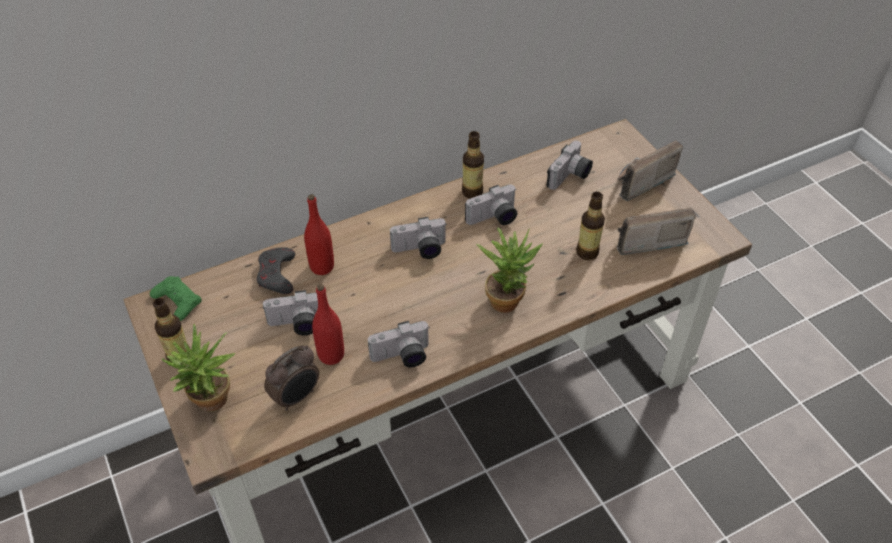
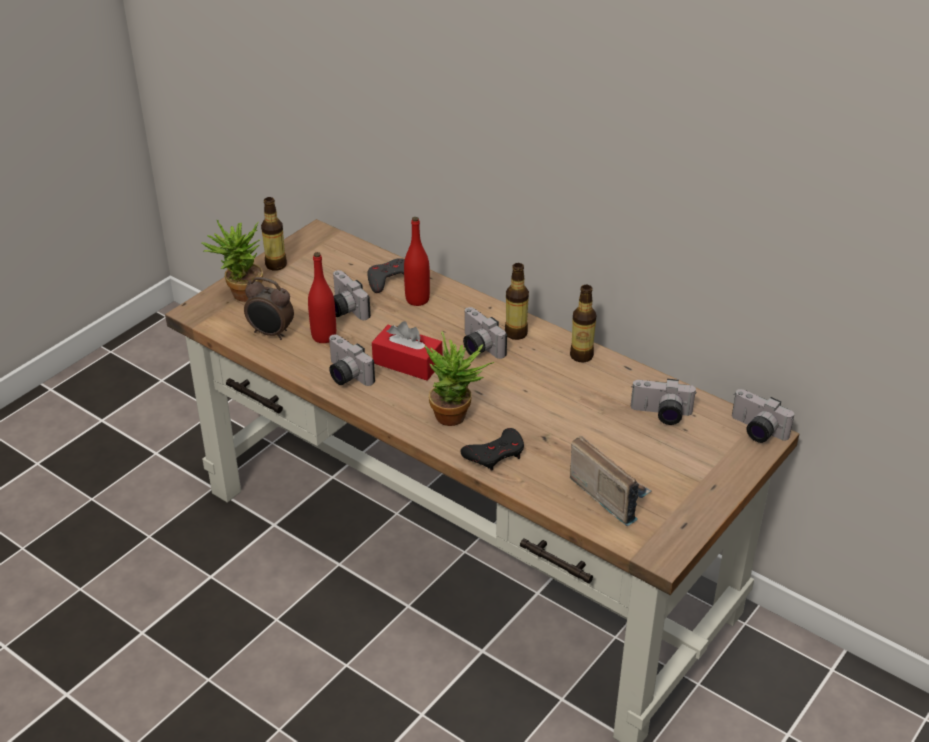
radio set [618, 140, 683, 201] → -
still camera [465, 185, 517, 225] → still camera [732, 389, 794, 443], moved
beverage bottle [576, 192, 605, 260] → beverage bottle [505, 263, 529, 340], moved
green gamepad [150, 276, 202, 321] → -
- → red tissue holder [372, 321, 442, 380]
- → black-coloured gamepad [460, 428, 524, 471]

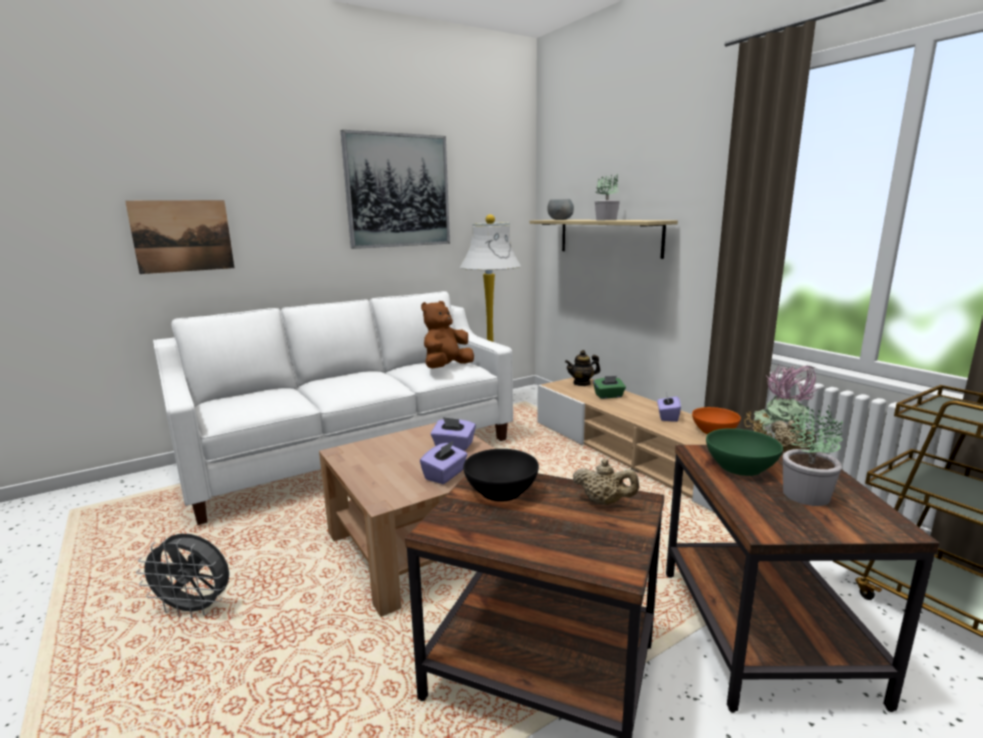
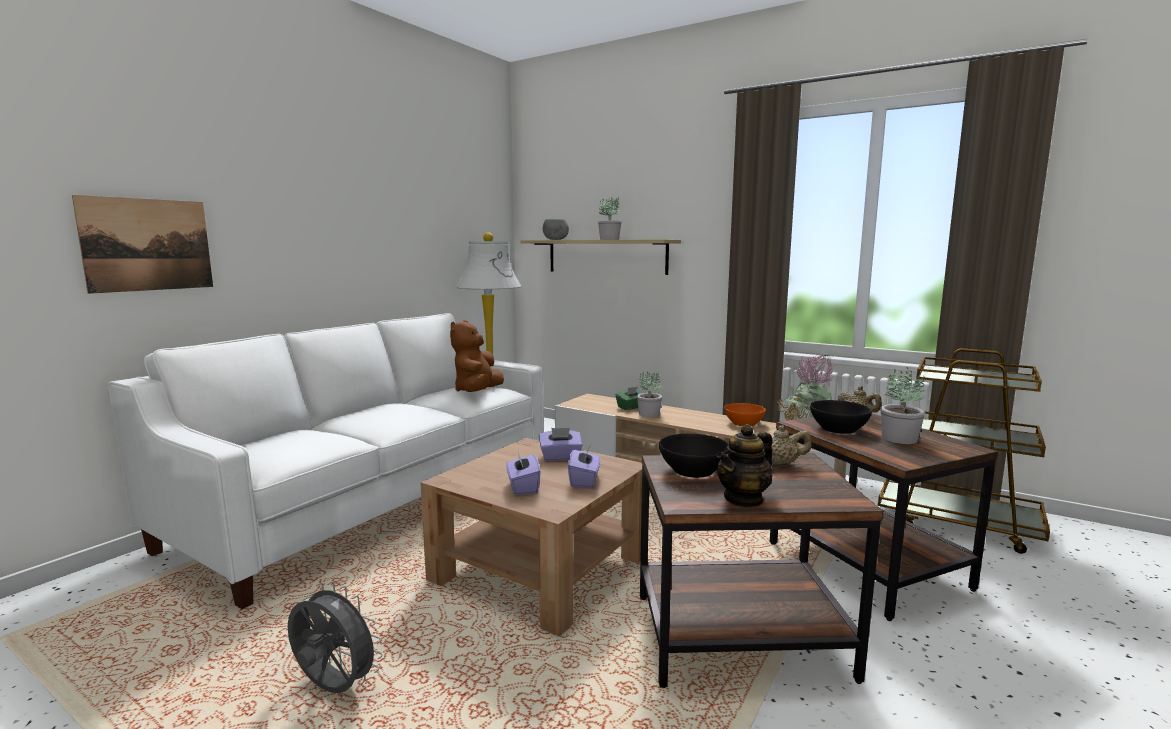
picture [341, 130, 450, 249] → -
teapot [565, 350, 600, 386] → teapot [716, 424, 773, 508], moved
purplish tissue holder [657, 392, 681, 422] → purplish tissue holder [506, 450, 541, 495], moved
green bowl [706, 428, 783, 476] → black-coloured bowl [810, 400, 872, 434]
gray electric fan [136, 533, 229, 618] → gray electric fan [288, 582, 383, 693], 135 degrees counterclockwise
- → potted plant [637, 372, 662, 417]

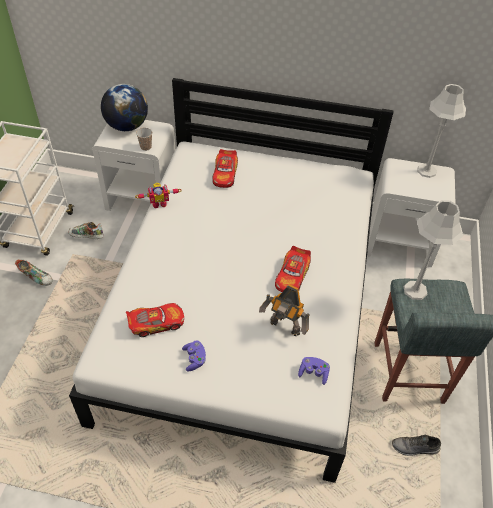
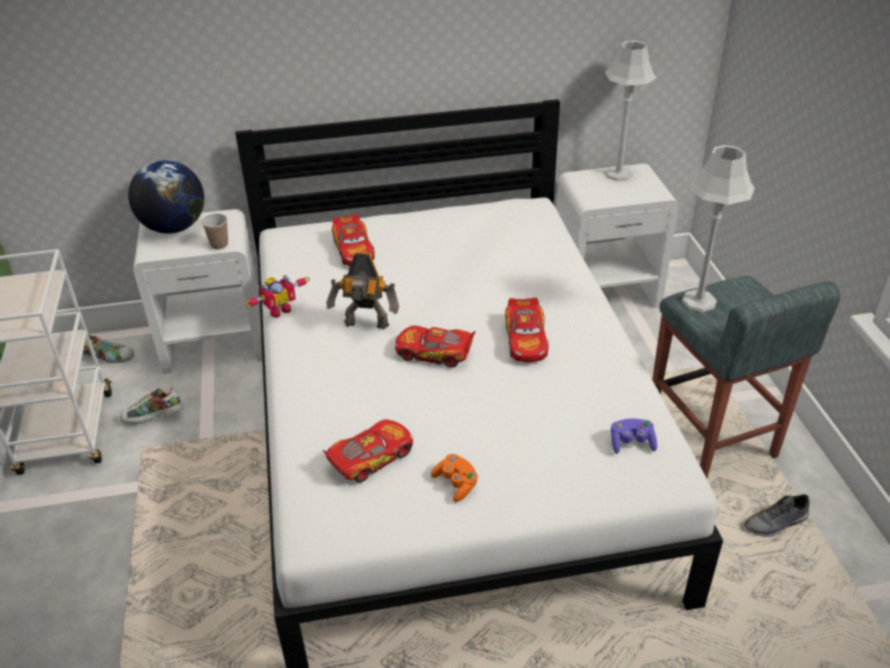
shoe [15, 259, 53, 286] → shoe [83, 335, 134, 363], moved
toy robot [259, 284, 310, 336] → toy robot [326, 252, 399, 329], moved
purplish gamepad [182, 340, 206, 371] → orange-coloured gamepad [431, 454, 478, 502]
- → model car [395, 326, 476, 368]

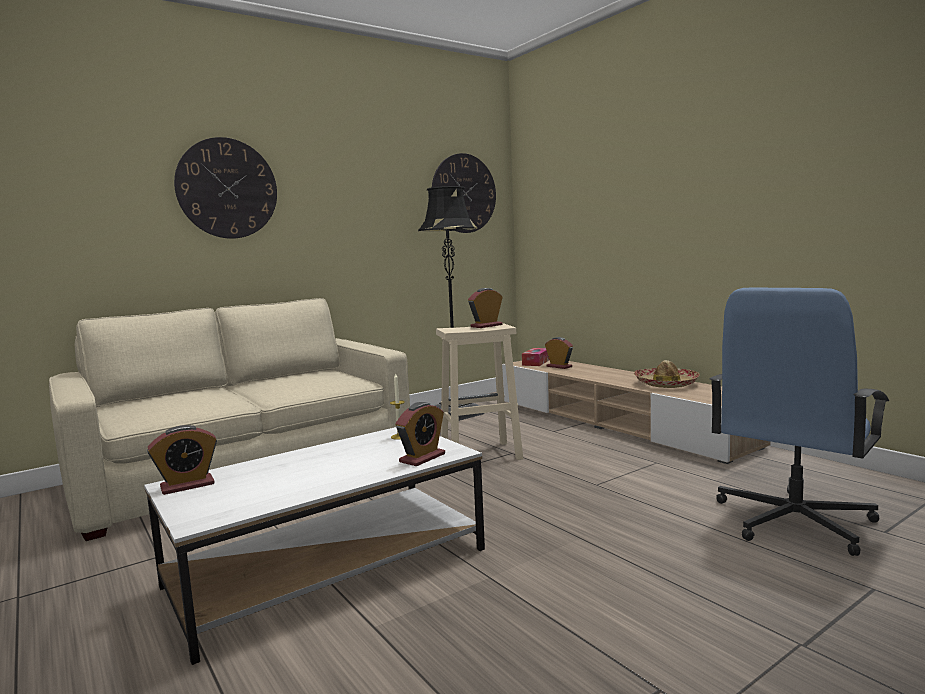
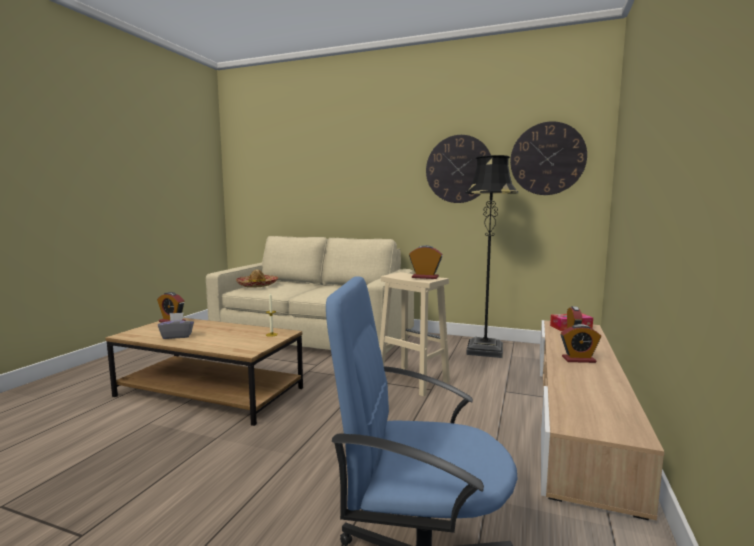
hanging clock [174, 137, 277, 239] → hanging clock [426, 135, 491, 203], moved
clothing hat [634, 360, 700, 388] → clothing hat [236, 269, 278, 288], moved
table clock [396, 402, 445, 466] → table clock [561, 324, 601, 363], moved
whitish lounge table [144, 427, 485, 665] → brown-coloured lounge table [105, 318, 303, 426]
- → gray tissue holder [158, 313, 194, 339]

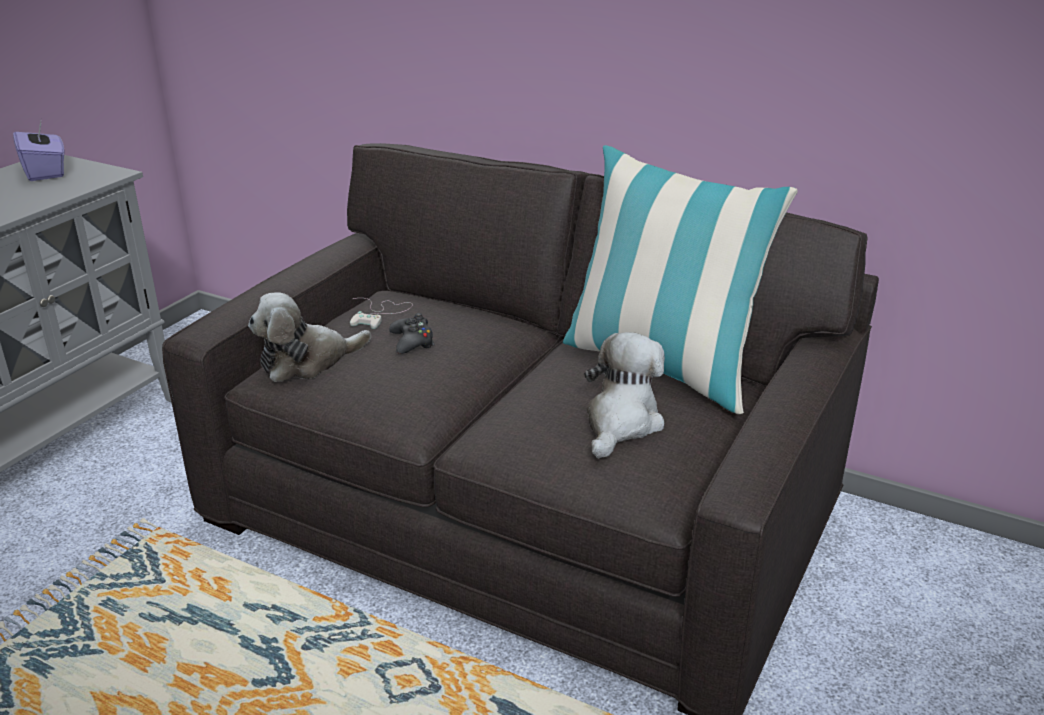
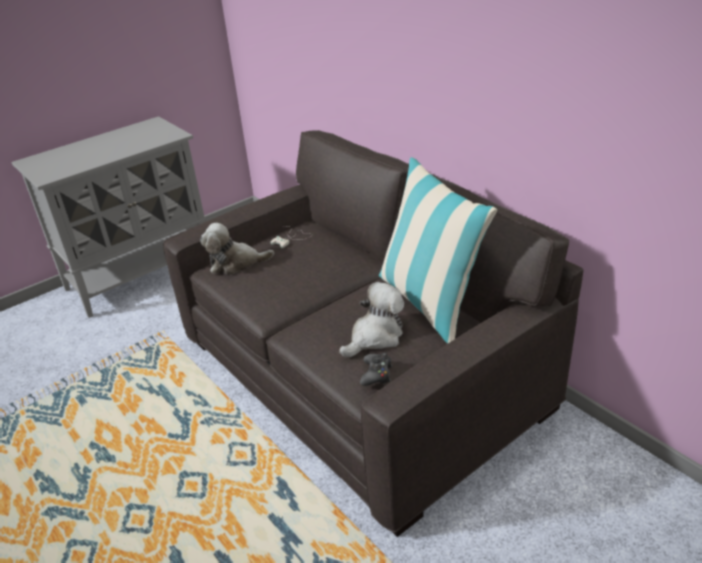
purplish tissue holder [13, 121, 65, 181] → -
black-coloured gamepad [389, 313, 435, 354] → black-coloured gamepad [360, 353, 392, 386], moved

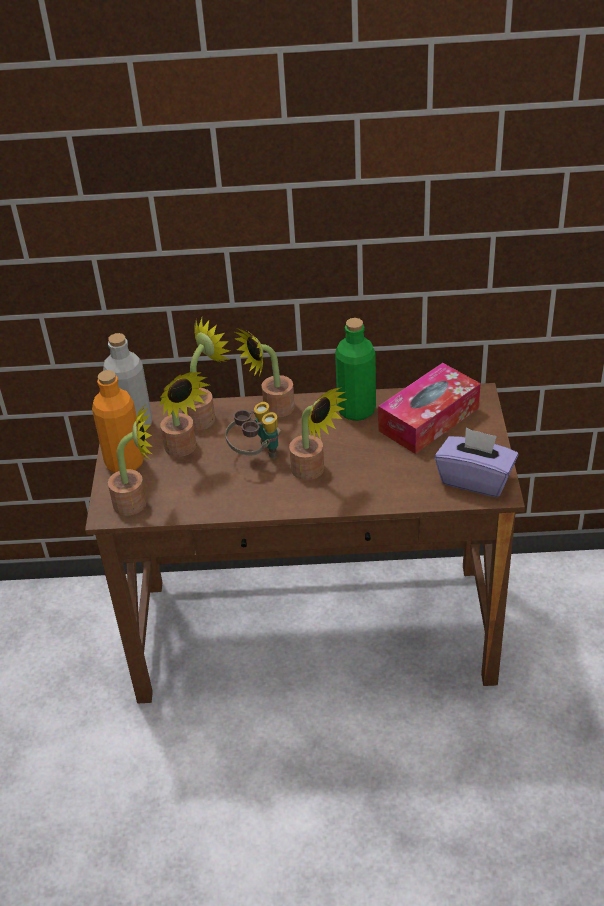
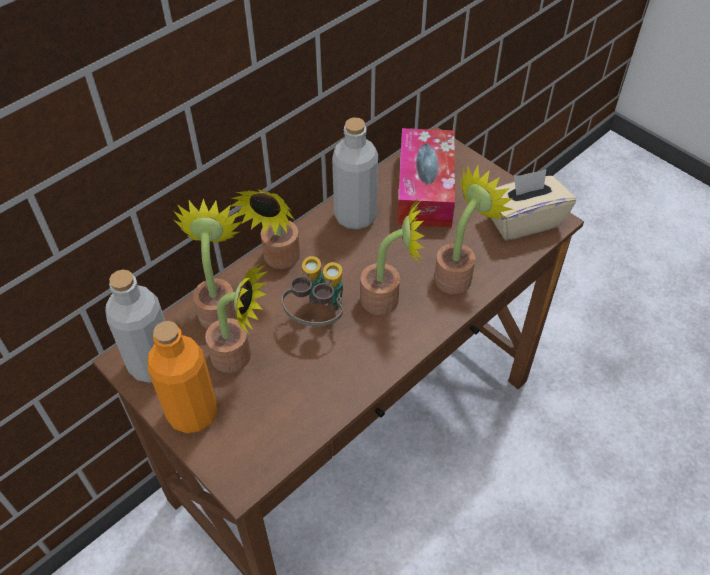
green beverage bottle [335, 318, 376, 421] → gray beverage bottle [332, 118, 378, 229]
potted plant [108, 406, 153, 515] → potted plant [434, 166, 513, 294], moved
purplish tissue holder [435, 427, 519, 497] → sand-coloured tissue holder [491, 169, 576, 241]

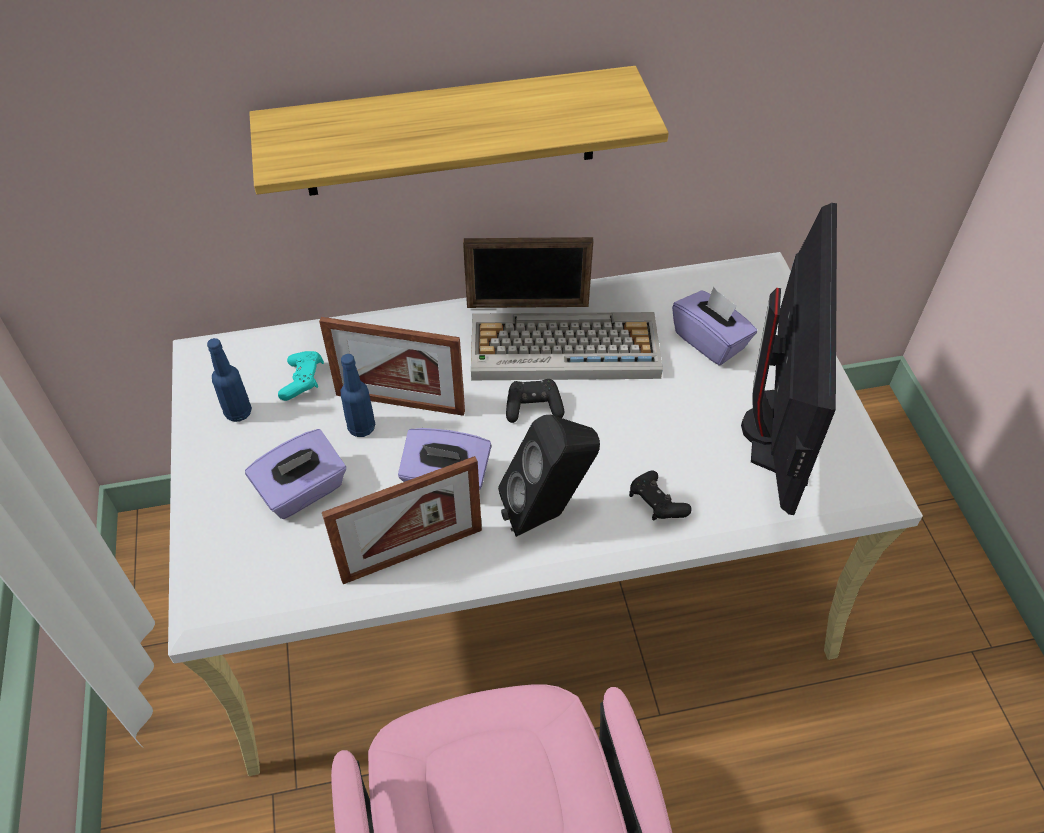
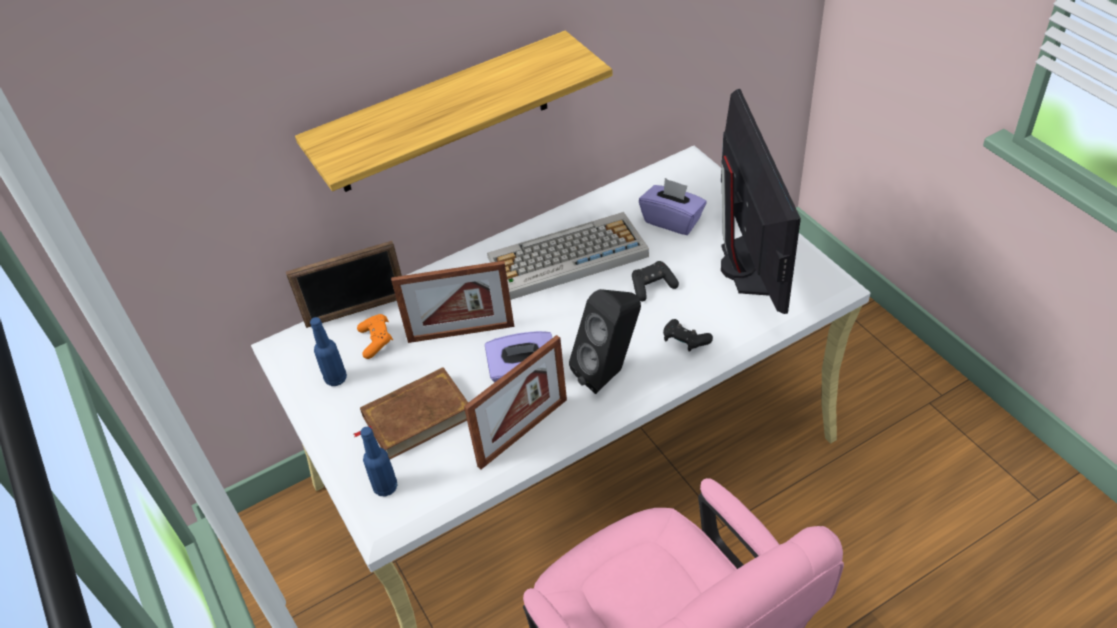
picture frame [463, 237, 594, 308] → picture frame [286, 241, 402, 328], moved
turquoise gamepad [278, 351, 324, 401] → orange-coloured gamepad [357, 314, 393, 359]
blue beverage bottle [341, 354, 375, 437] → blue beverage bottle [360, 426, 398, 497], moved
black-coloured gamepad [506, 379, 564, 423] → black-coloured gamepad [632, 261, 679, 302], moved
purplish tissue holder [245, 429, 346, 519] → brown-coloured book [354, 367, 468, 459]

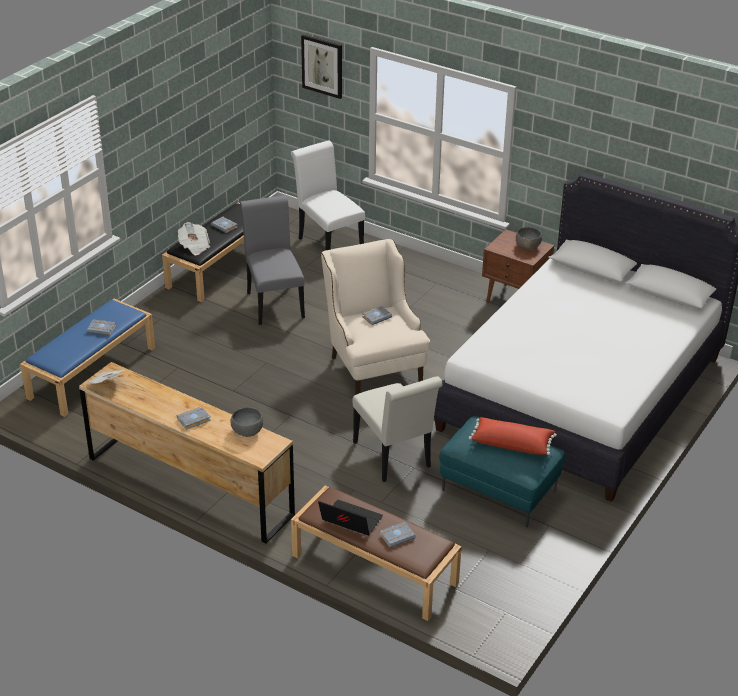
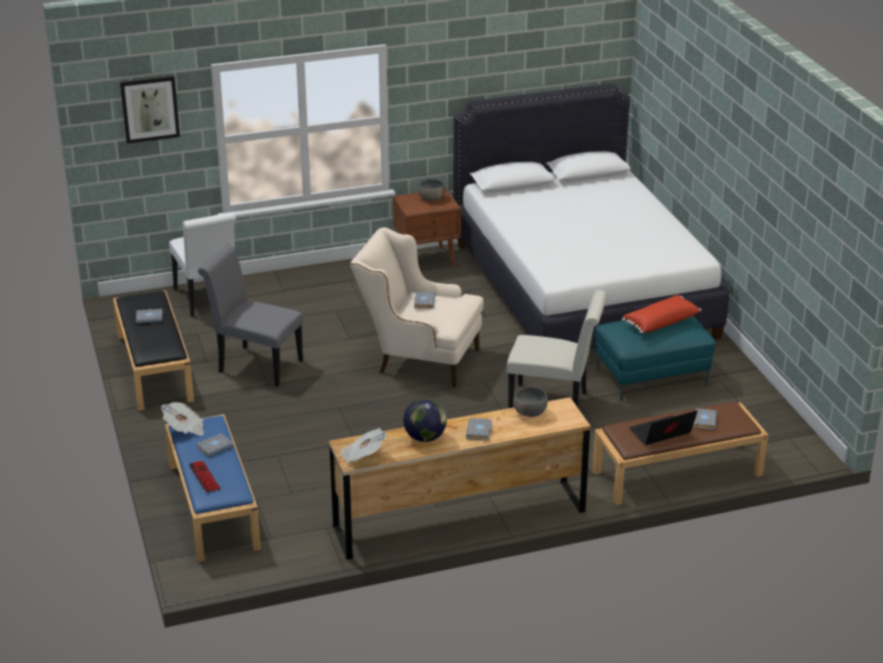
whitish plain chair [291, 141, 365, 250] → whitish plain chair [169, 212, 236, 317], 120 degrees counterclockwise
daily paper [178, 222, 210, 255] → daily paper [161, 402, 204, 435], moved
- → desk globe [403, 398, 447, 442]
- → keyboard [189, 461, 221, 493]

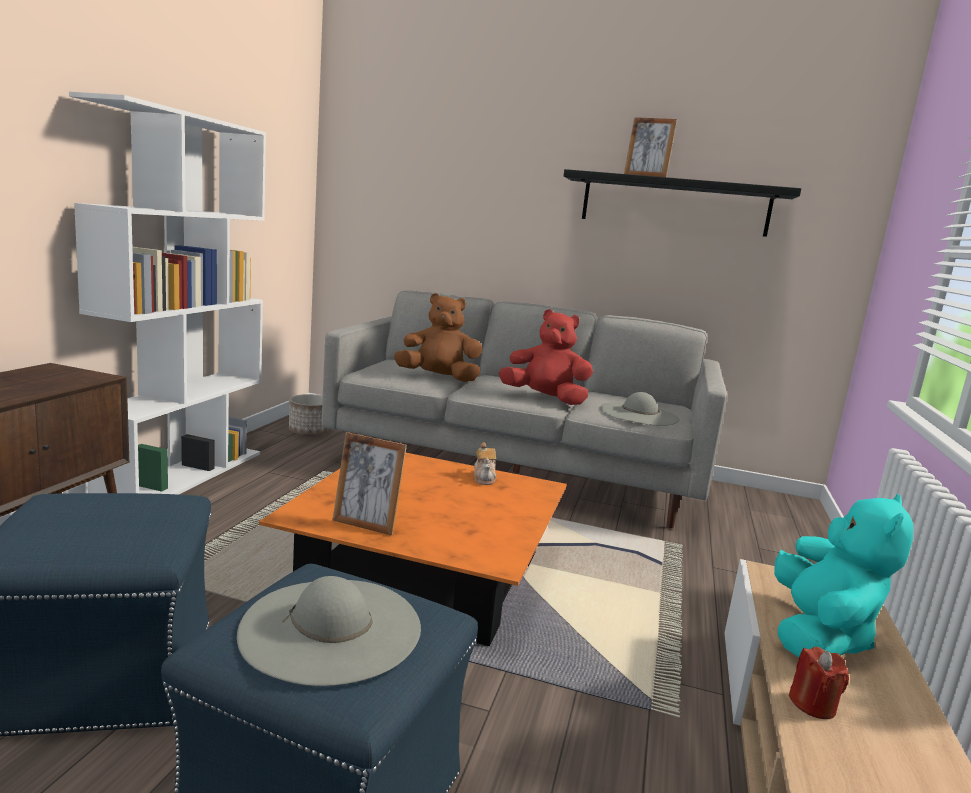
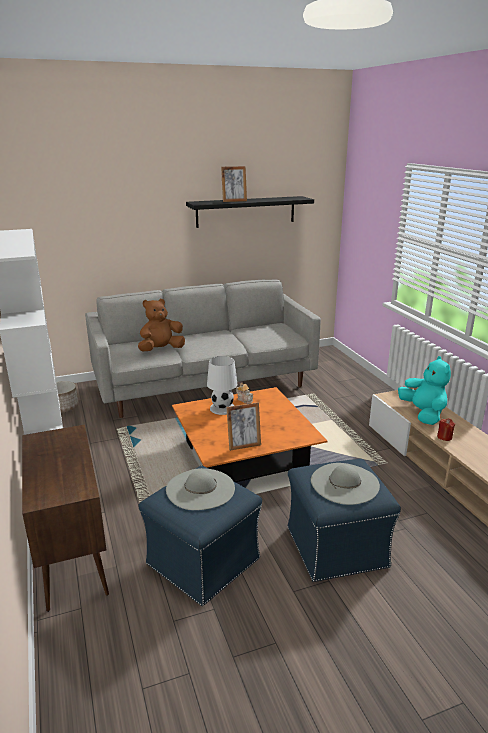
red cuddly toy [499, 309, 593, 405] → -
gray clothing hat [600, 392, 680, 426] → gray clothing hat [166, 468, 235, 510], moved
- → whitish table lamp [207, 356, 238, 415]

